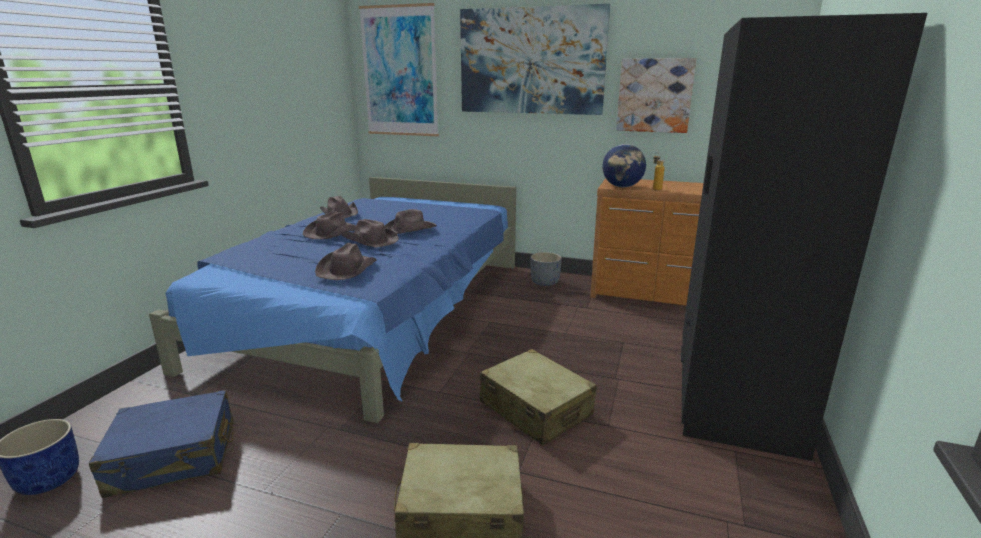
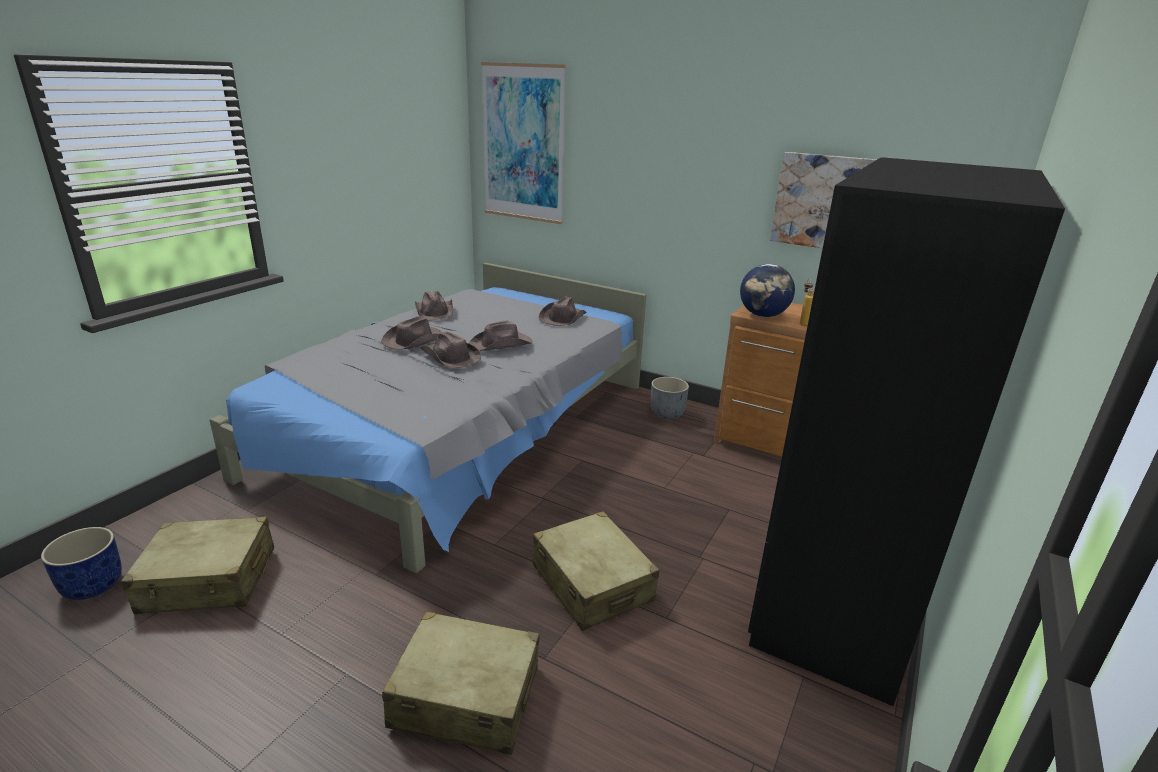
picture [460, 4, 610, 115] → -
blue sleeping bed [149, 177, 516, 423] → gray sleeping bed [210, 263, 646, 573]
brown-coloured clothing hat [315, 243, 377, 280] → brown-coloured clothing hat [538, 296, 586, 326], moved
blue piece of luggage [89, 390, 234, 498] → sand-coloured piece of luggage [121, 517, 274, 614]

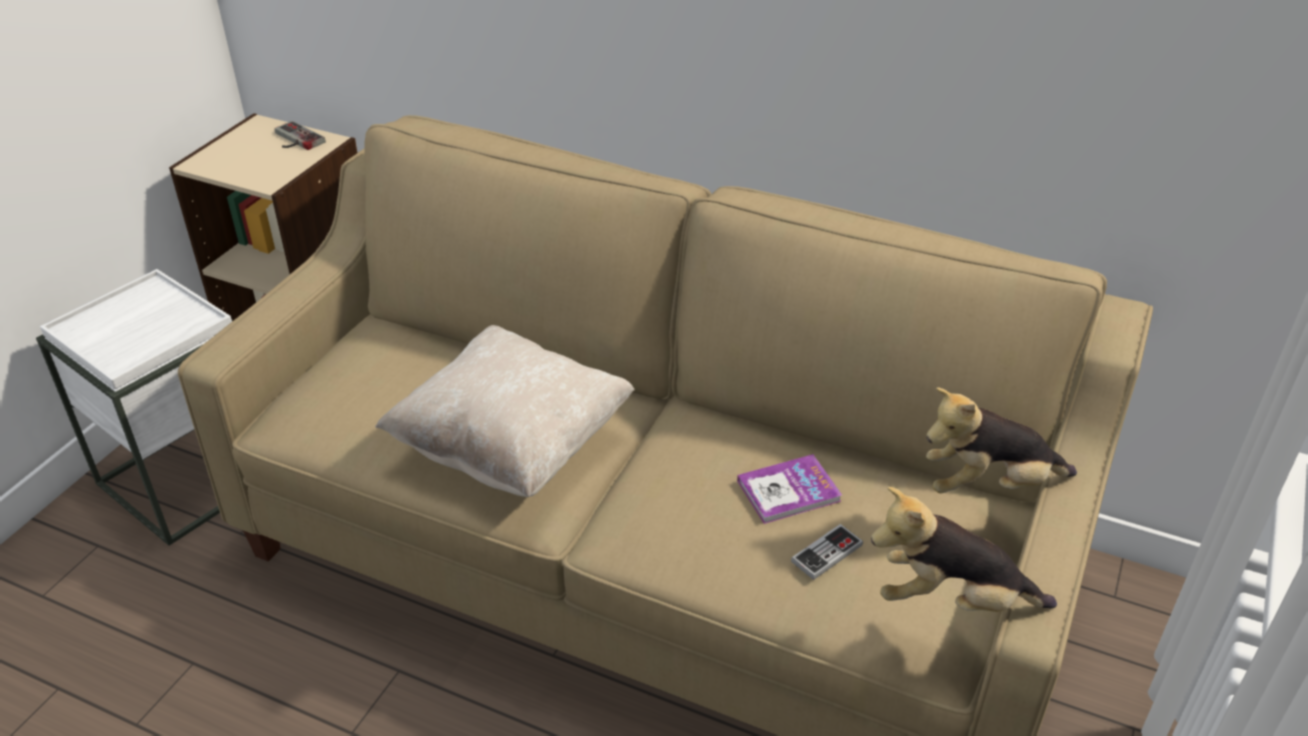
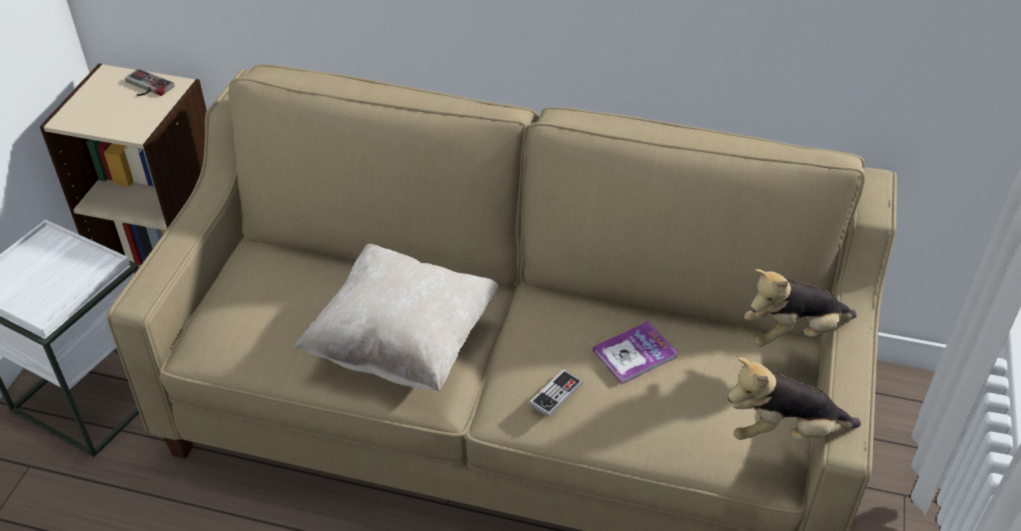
gamepad [791, 524, 863, 580] → gamepad [529, 369, 583, 417], moved

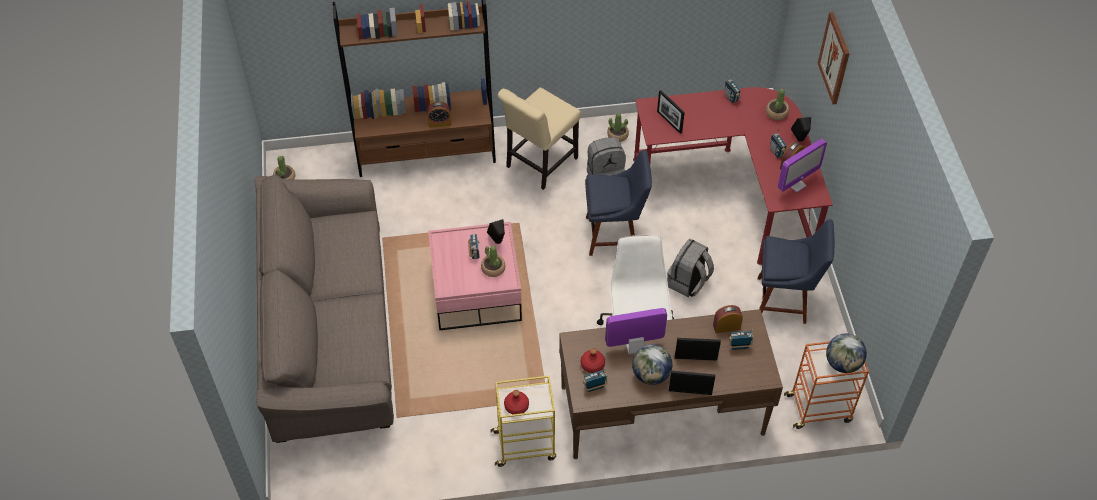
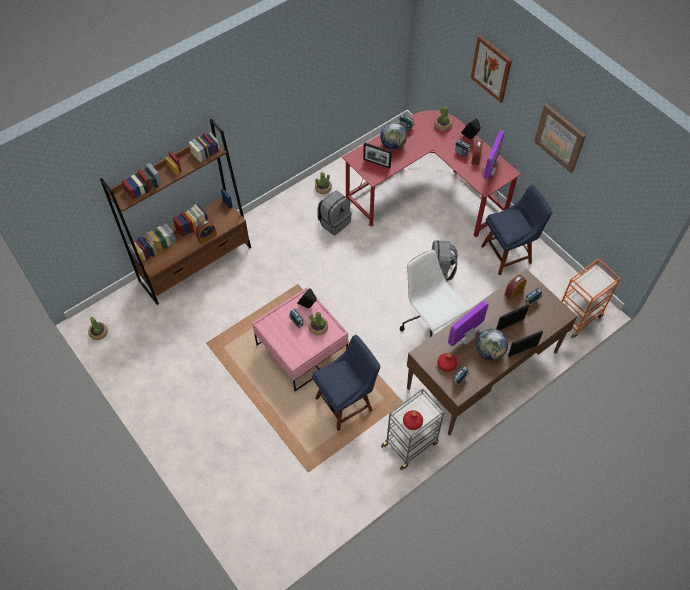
sand-coloured plain chair [498, 87, 581, 190] → -
blue plain chair [585, 150, 652, 256] → blue plain chair [312, 335, 380, 431], moved
brown-coloured sofa [255, 175, 394, 443] → -
desk globe [826, 333, 867, 373] → desk globe [380, 122, 407, 150], moved
yellowish wheeled cart [490, 376, 556, 467] → gray wheeled cart [381, 388, 444, 470]
- → picture [534, 104, 586, 173]

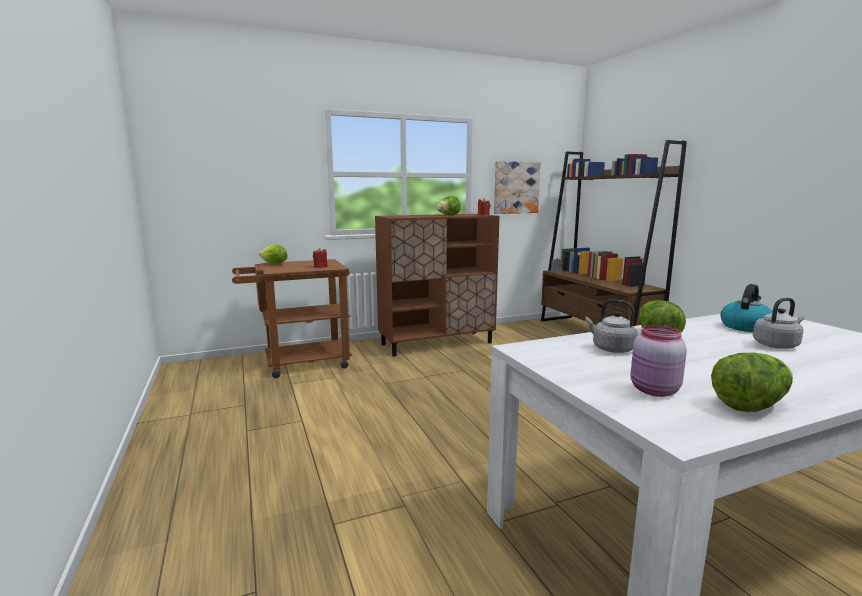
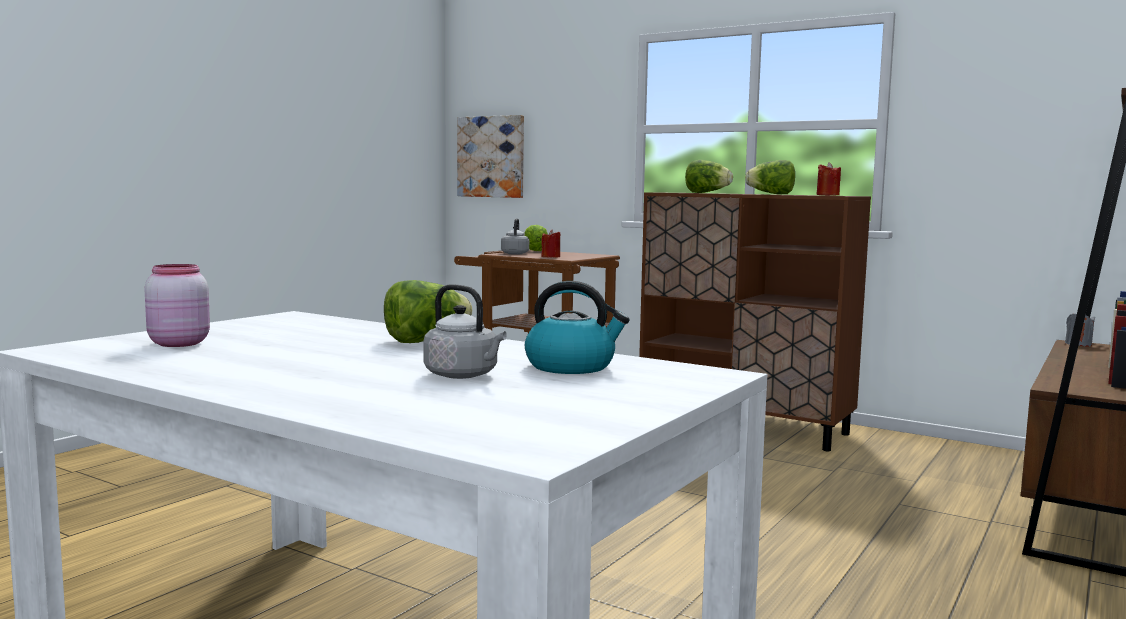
picture [494, 161, 541, 214] → picture [457, 115, 524, 198], moved
gray kettle [585, 300, 638, 353] → gray kettle [501, 218, 529, 255], moved
lettuce [711, 353, 793, 412] → lettuce [685, 160, 733, 193], moved

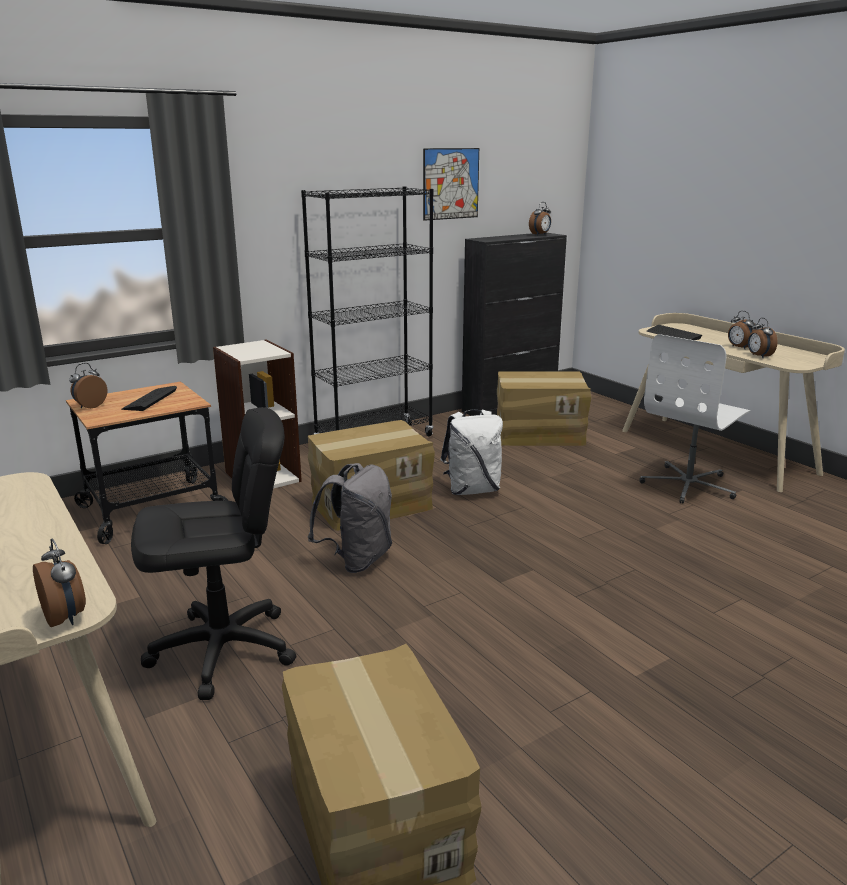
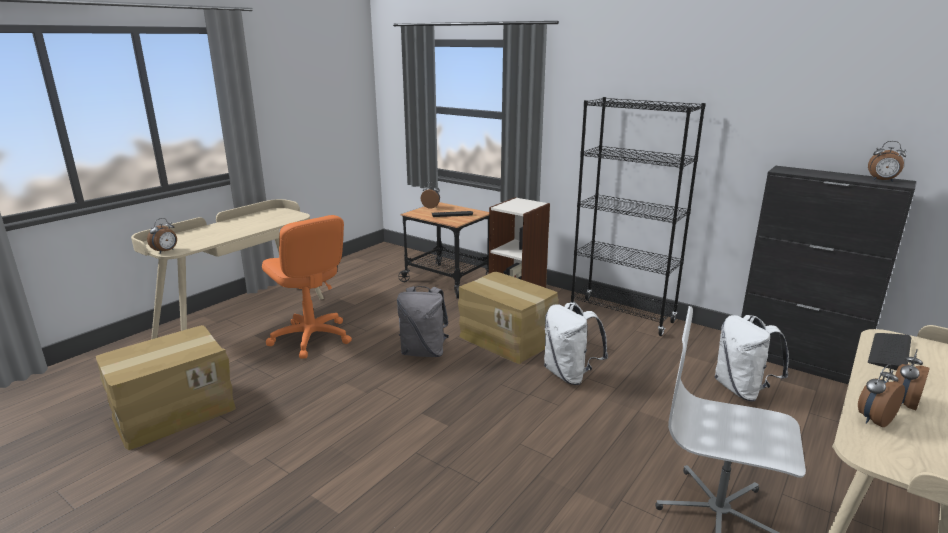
picture [423, 148, 479, 221] → -
packing box [497, 371, 591, 446] → whitish rucksack [715, 315, 789, 401]
black-coloured desk chair [131, 407, 296, 700] → orange-coloured desk chair [262, 215, 352, 359]

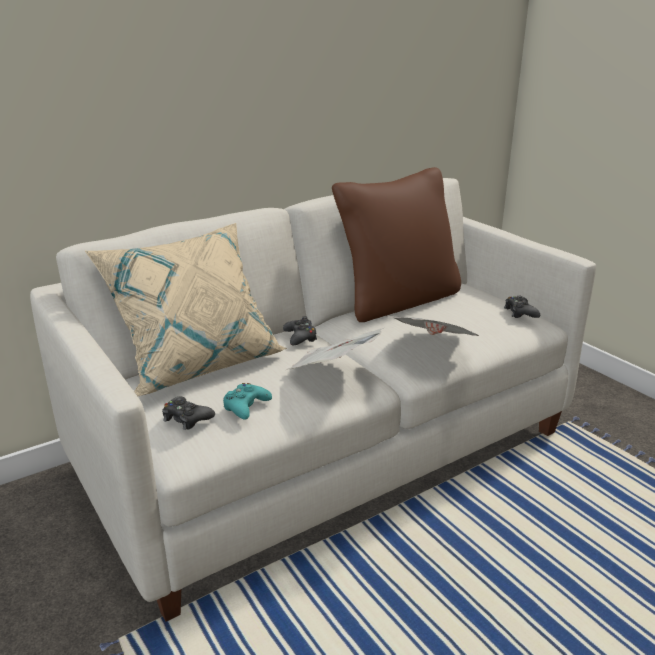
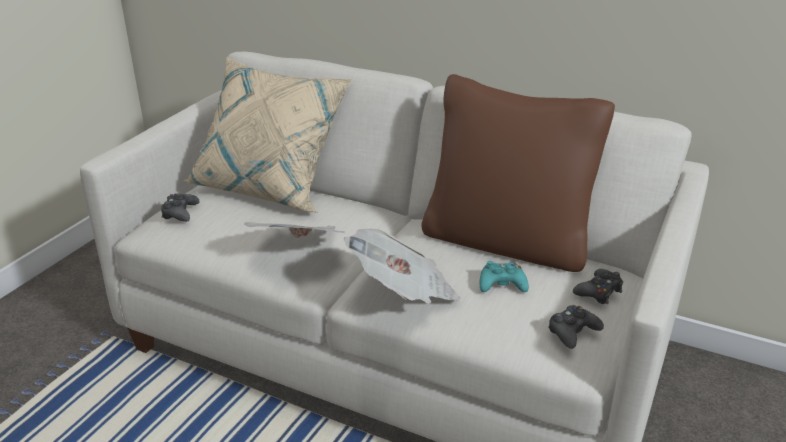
black-coloured gamepad [283, 316, 317, 346] → black-coloured gamepad [573, 269, 623, 304], moved
turquoise gamepad [223, 383, 272, 420] → turquoise gamepad [480, 261, 529, 292], moved

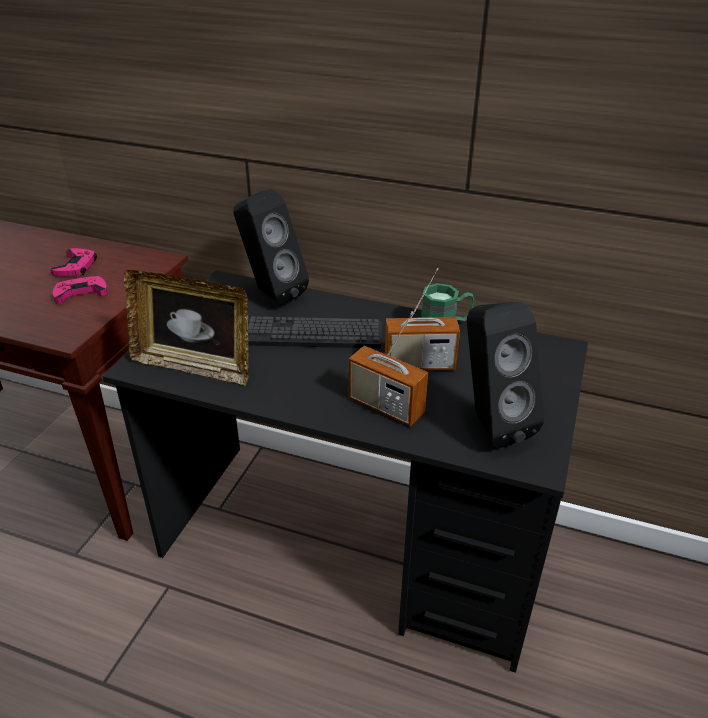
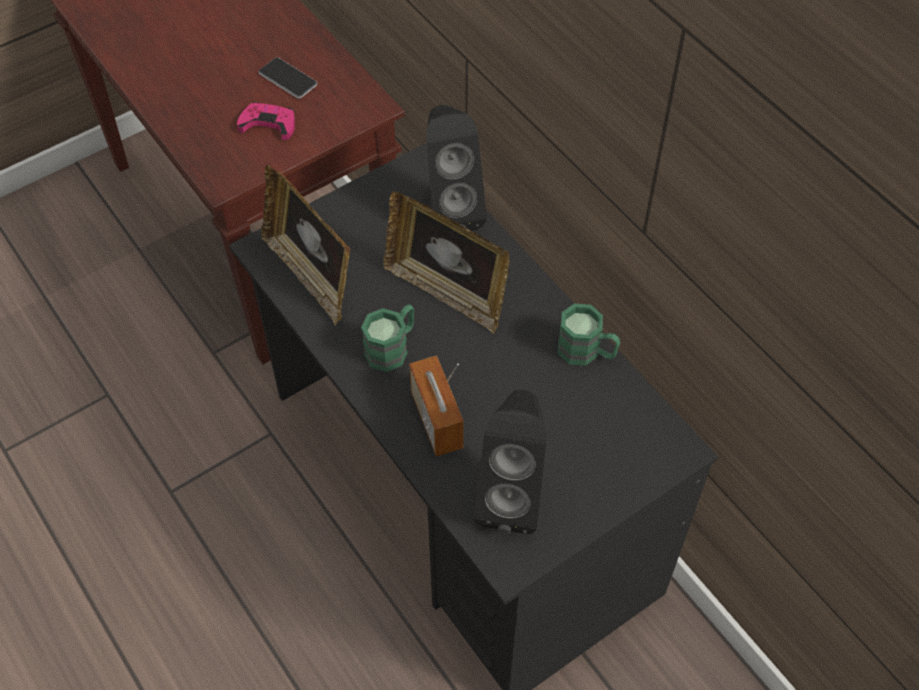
pinkish gamepad [51, 248, 97, 277] → phone [259, 57, 317, 99]
radio set [385, 268, 460, 370] → -
keyboard [248, 316, 381, 348] → picture frame [383, 191, 510, 334]
- → green coffee mug [361, 304, 414, 372]

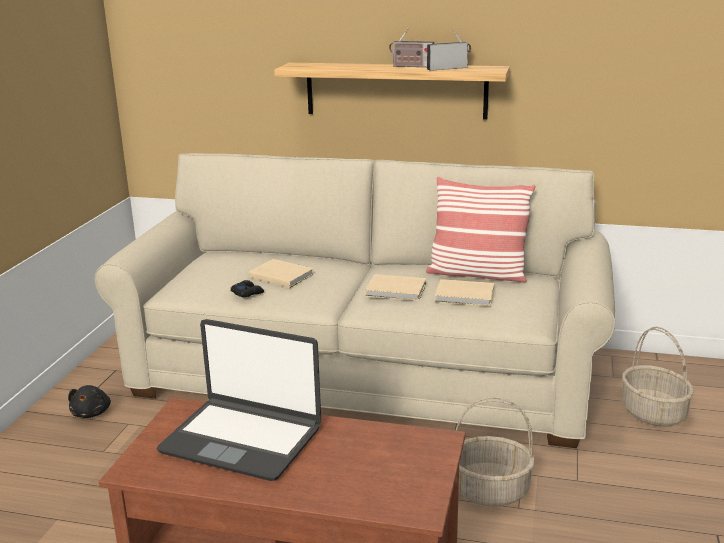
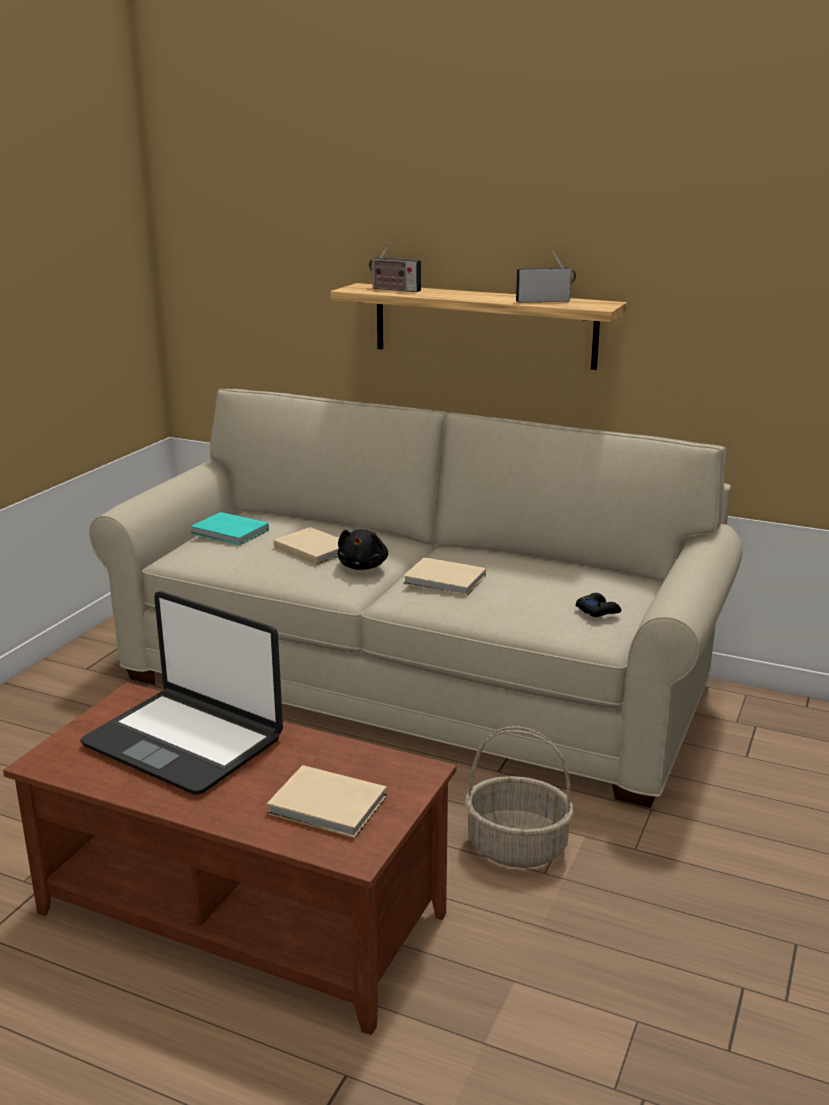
radio set [389, 28, 434, 67] → radio set [369, 242, 421, 292], moved
throw pillow [426, 177, 535, 283] → -
sand-coloured book [435, 279, 494, 306] → sand-coloured book [267, 765, 387, 838], moved
black-coloured gamepad [231, 280, 264, 298] → black-coloured gamepad [576, 593, 621, 617], moved
storage basket [622, 327, 694, 427] → -
black-coloured cuddly toy [68, 385, 111, 418] → black-coloured cuddly toy [338, 529, 388, 570], moved
- → turquoise book [190, 512, 269, 545]

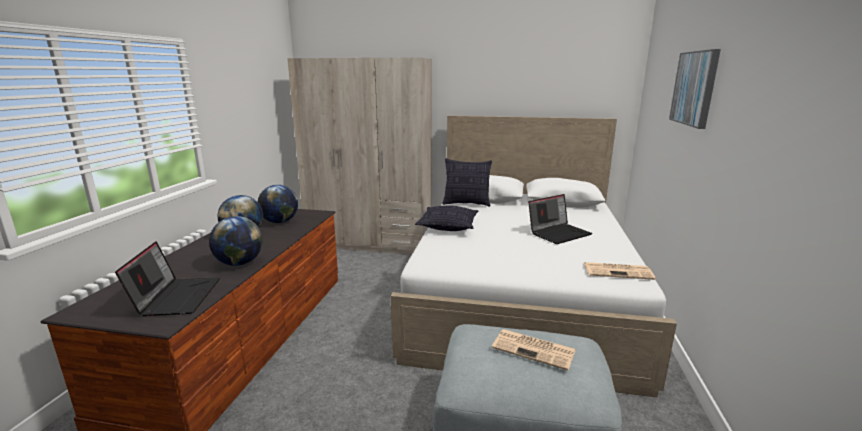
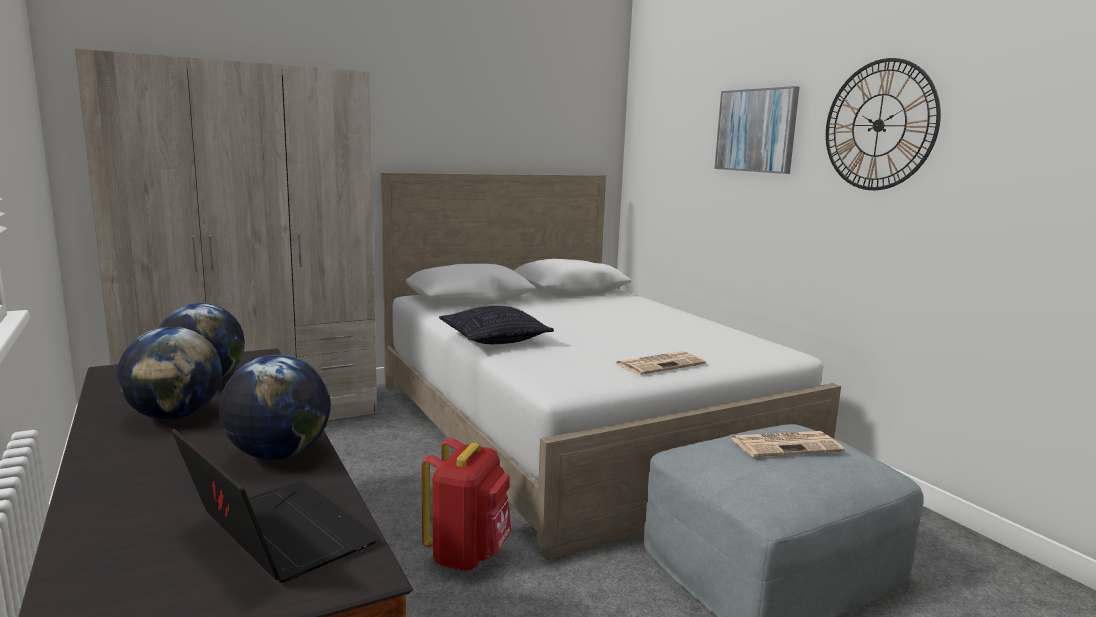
throw pillow [442, 158, 492, 207] → -
notebook computer [528, 194, 592, 244] → -
daily paper [584, 262, 655, 280] → daily paper [615, 351, 706, 375], moved
- → hanging clock [826, 58, 941, 190]
- → red rucksack [421, 437, 511, 571]

